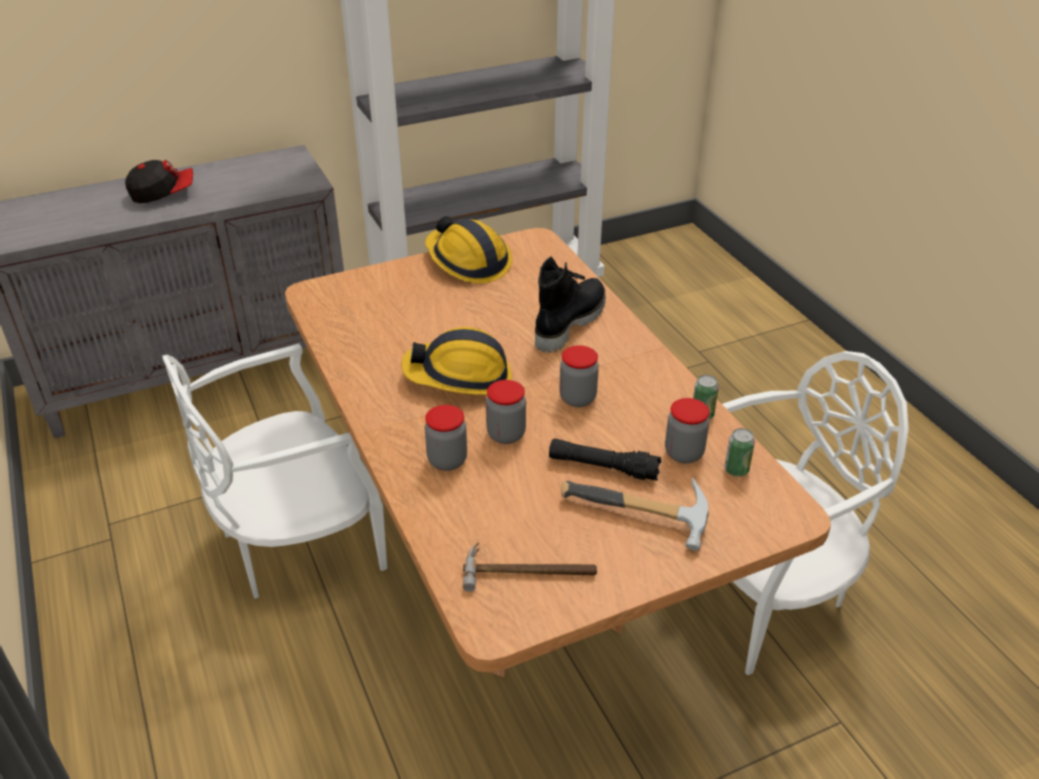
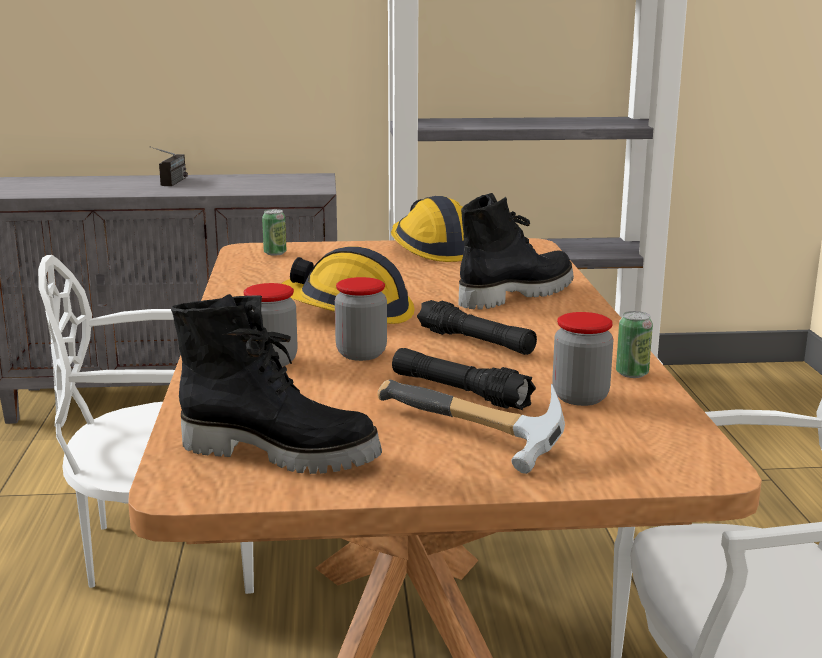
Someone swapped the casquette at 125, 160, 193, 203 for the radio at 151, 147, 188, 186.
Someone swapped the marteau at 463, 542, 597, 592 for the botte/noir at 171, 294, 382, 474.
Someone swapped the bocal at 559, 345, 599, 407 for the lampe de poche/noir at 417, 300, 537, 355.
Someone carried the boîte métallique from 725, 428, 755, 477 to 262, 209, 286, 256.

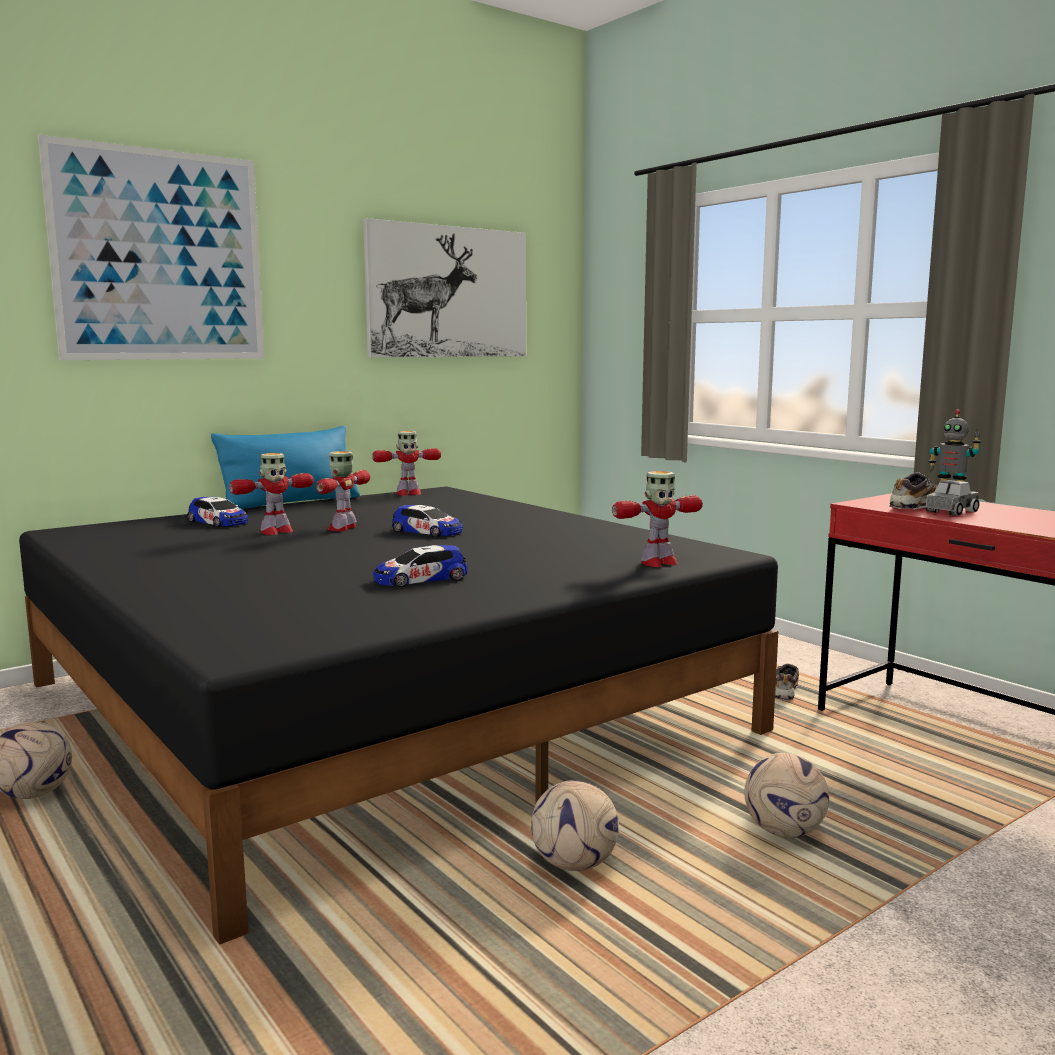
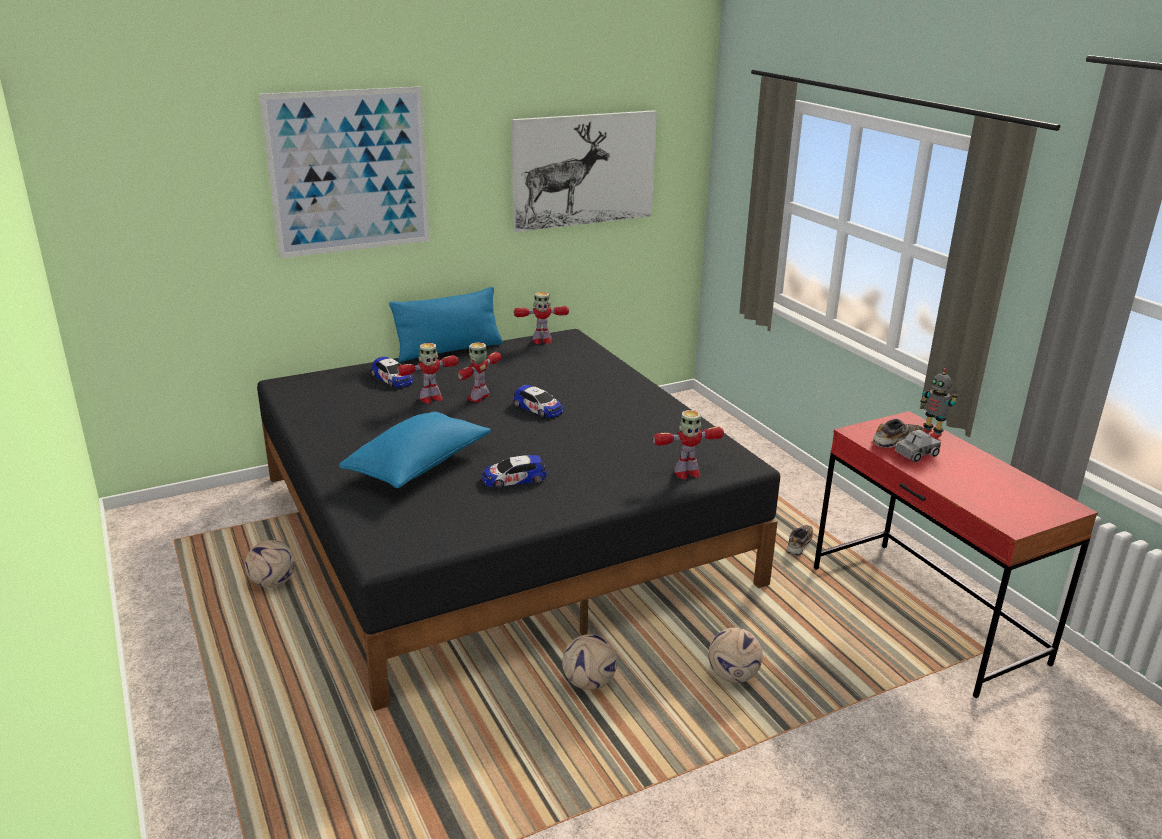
Someone put down the coussin/bleu at 339, 411, 491, 488.

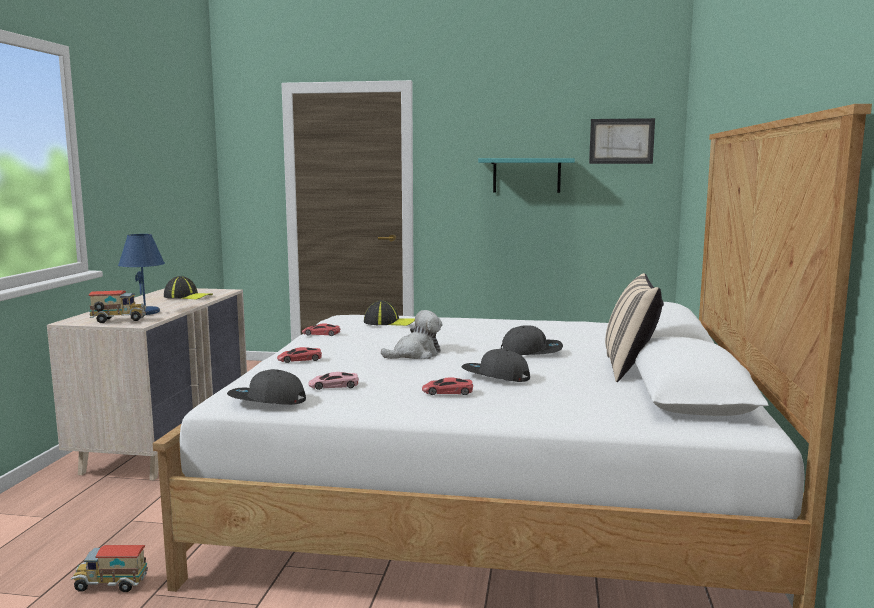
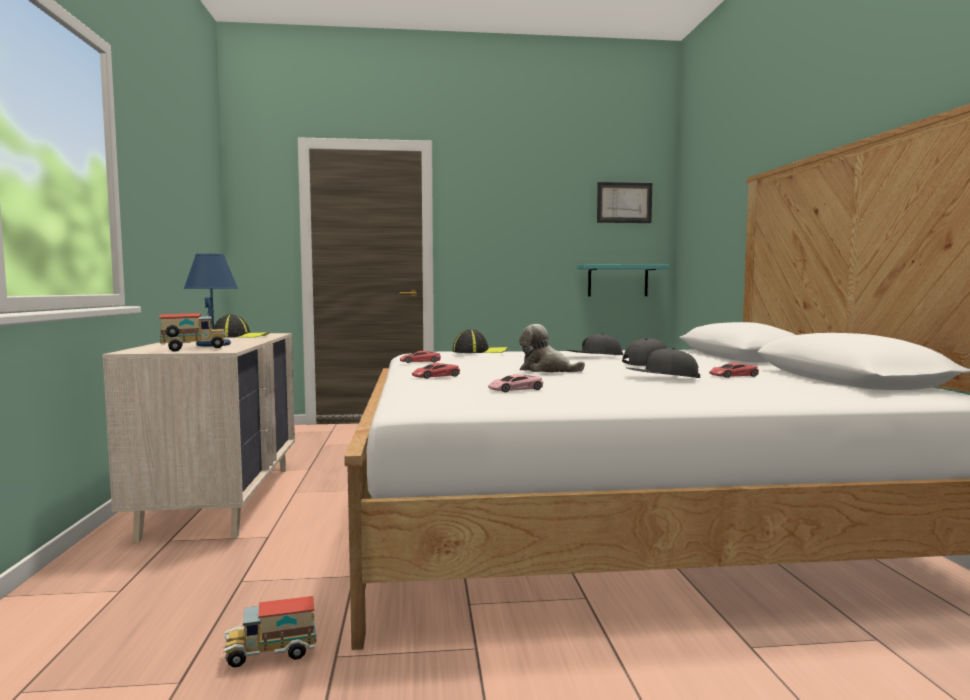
Someone carried the casquette/gris from 227, 369, 306, 405 to 567, 334, 623, 355.
Someone rotated the peluche at 381, 310, 442, 359 by 105 degrees counterclockwise.
Someone carried the petite voiture/rouge from 422, 378, 473, 395 to 709, 363, 759, 378.
Someone carried the étagère/turquoise from 478, 158, 575, 193 to 577, 264, 669, 296.
Someone took away the coussin/beige at 605, 273, 664, 382.

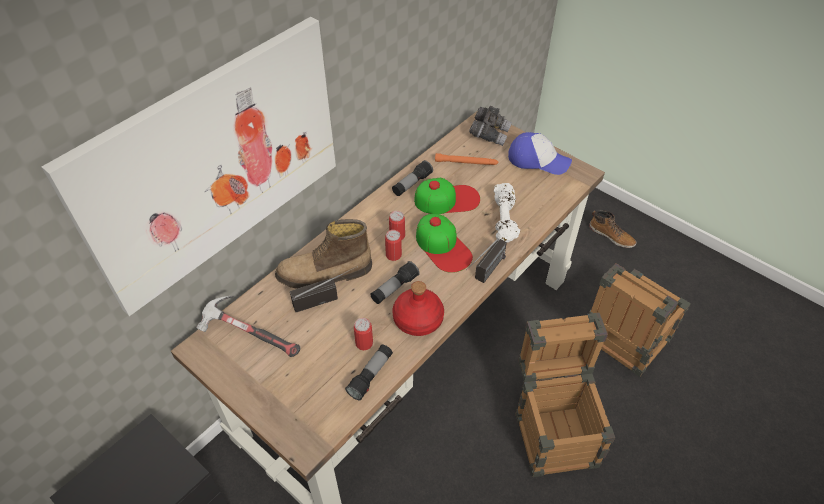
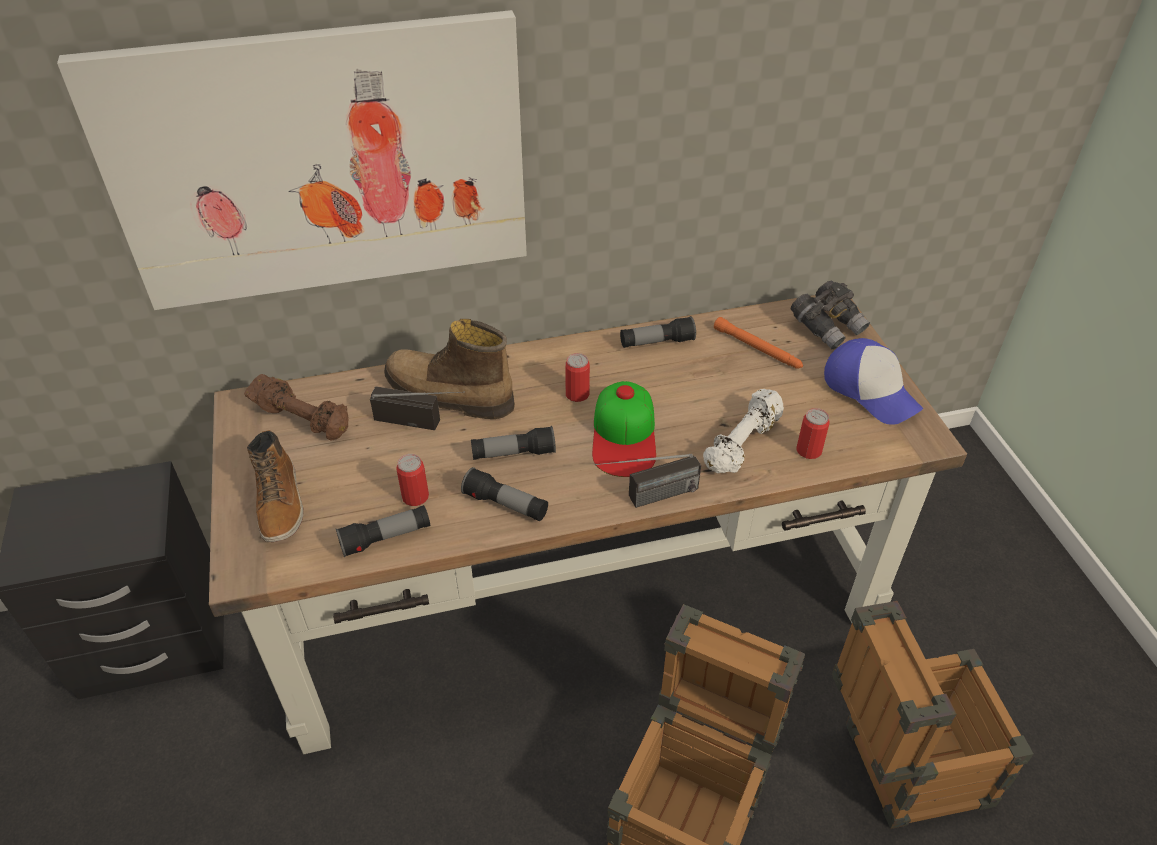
Someone swapped the marteau at 196, 296, 300, 357 for the haltère/marron at 244, 374, 348, 441.
Someone carried the boîte métallique from 385, 230, 402, 261 to 796, 408, 830, 459.
Someone swapped the bouteille/rouge at 393, 281, 444, 336 for the lampe de poche at 461, 467, 548, 521.
Someone took away the casquette at 414, 178, 480, 214.
Someone carried the botte from 589, 210, 637, 248 to 247, 430, 304, 542.

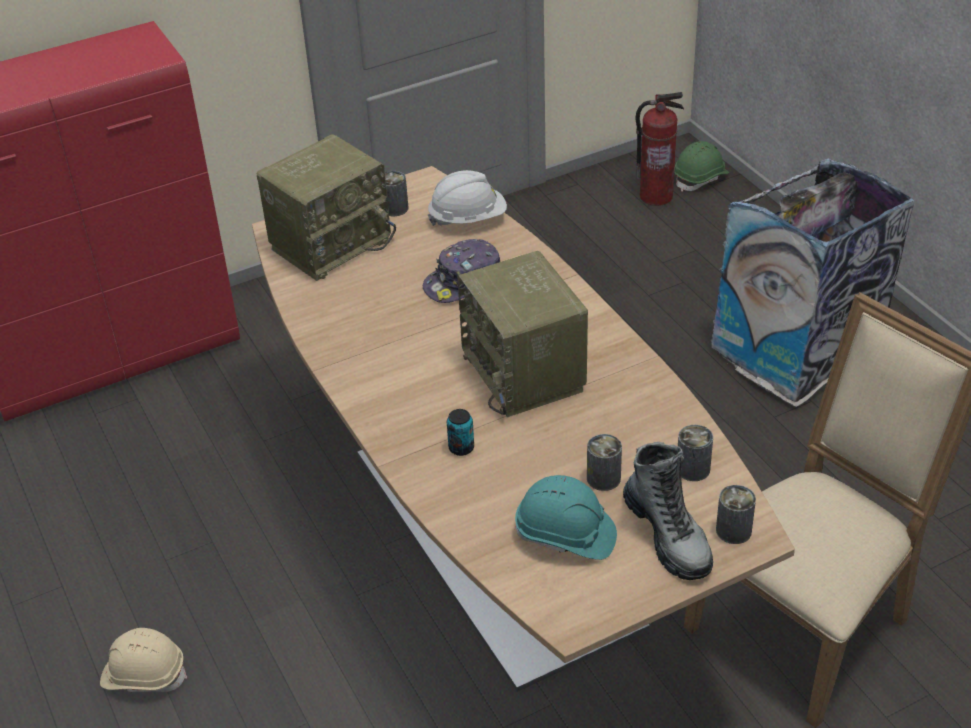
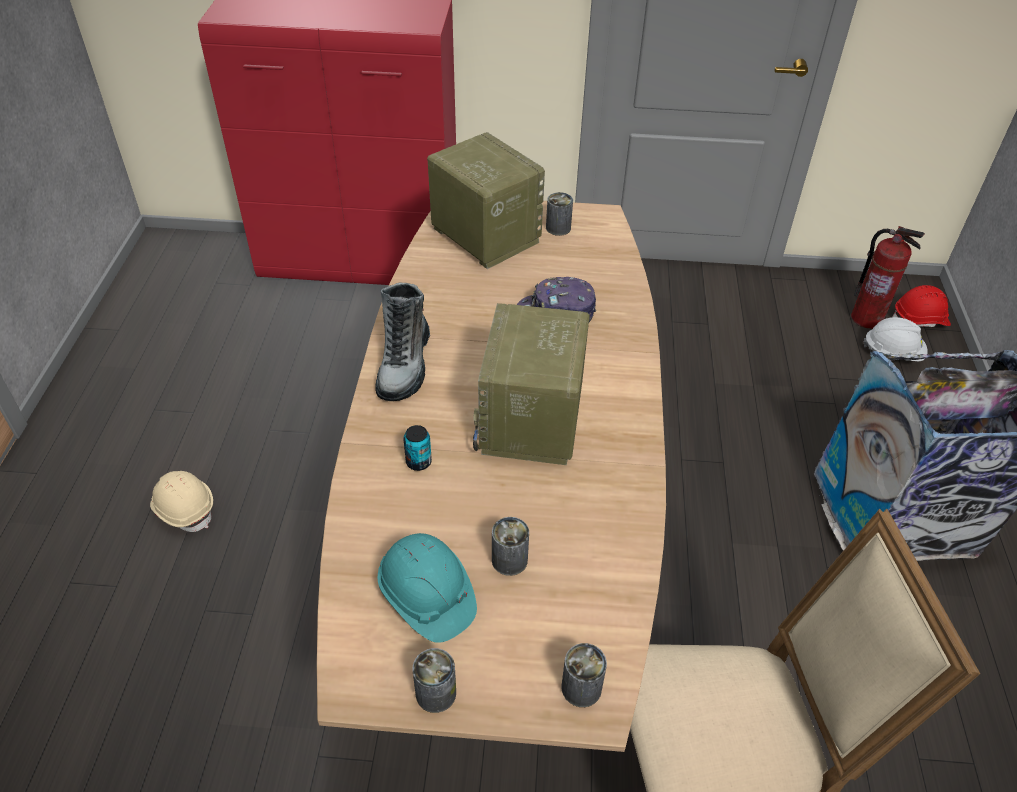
Someone rotated the radio at 257, 134, 396, 281 by 120 degrees counterclockwise.
Someone carried the casque de chantier/blanc from 428, 170, 507, 226 to 863, 317, 928, 361.
Someone carried the botte from 623, 442, 713, 580 to 375, 283, 430, 401.
Someone repainted the casque de chantier/vert at 674, 141, 729, 192, which became the casque de chantier/rouge at 893, 285, 951, 327.
Someone carried the boîte métallique from 678, 425, 713, 481 to 412, 648, 456, 713.

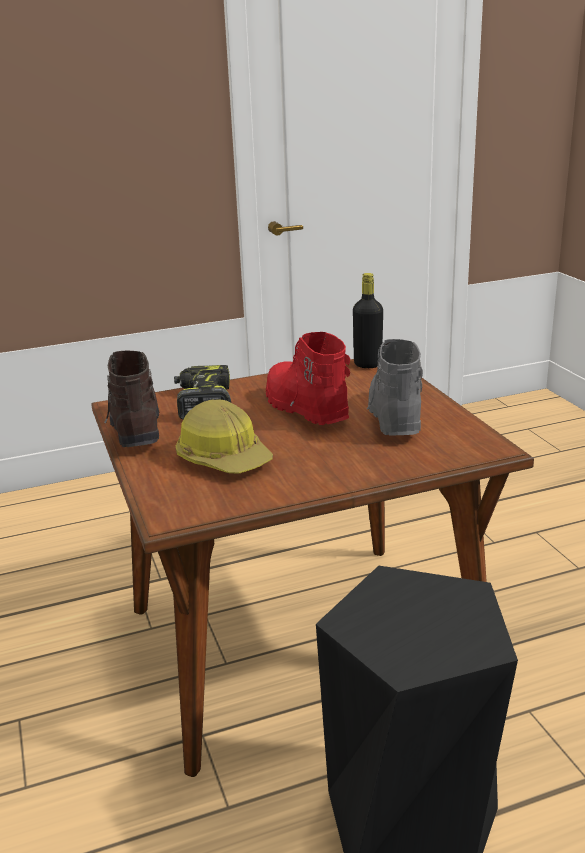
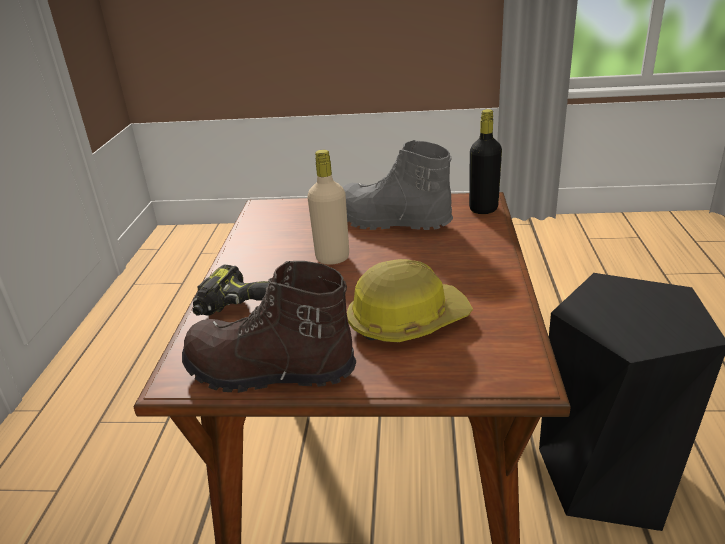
Someone swapped the botte/rouge at 266, 332, 350, 425 for the bouteille/beige at 307, 150, 349, 265.
Someone carried the bouteille/noir from 353, 273, 383, 368 to 469, 109, 502, 214.

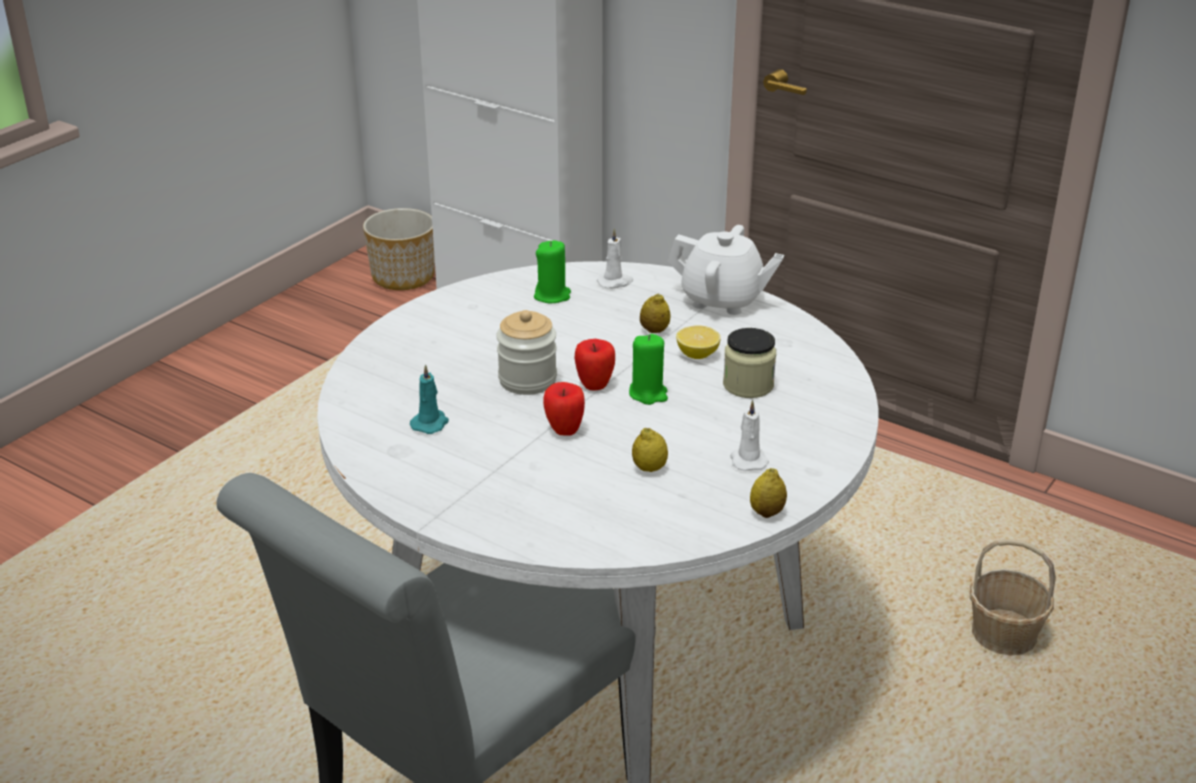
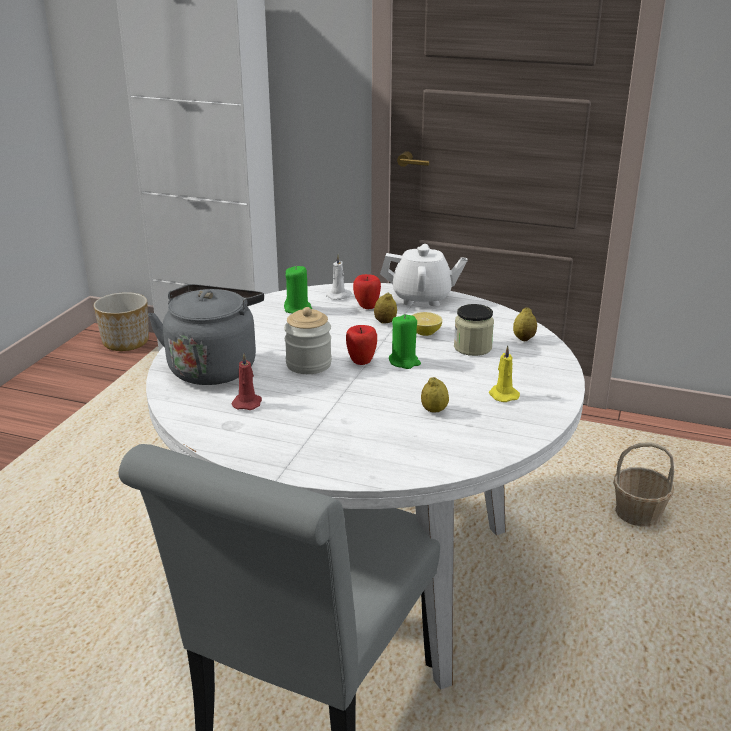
Someone repainted the bougie/turquoise at 410, 364, 449, 434, which became the bougie/rouge at 231, 354, 262, 410.
Someone carried the pomme from 543, 382, 585, 436 to 353, 274, 381, 309.
Someone repainted the bougie/blanc at 730, 400, 769, 471, which became the bougie/jaune at 489, 346, 520, 402.
Someone carried the citron from 750, 468, 787, 518 to 513, 308, 537, 341.
Someone put down the bouilloire/gris at 148, 284, 264, 385.

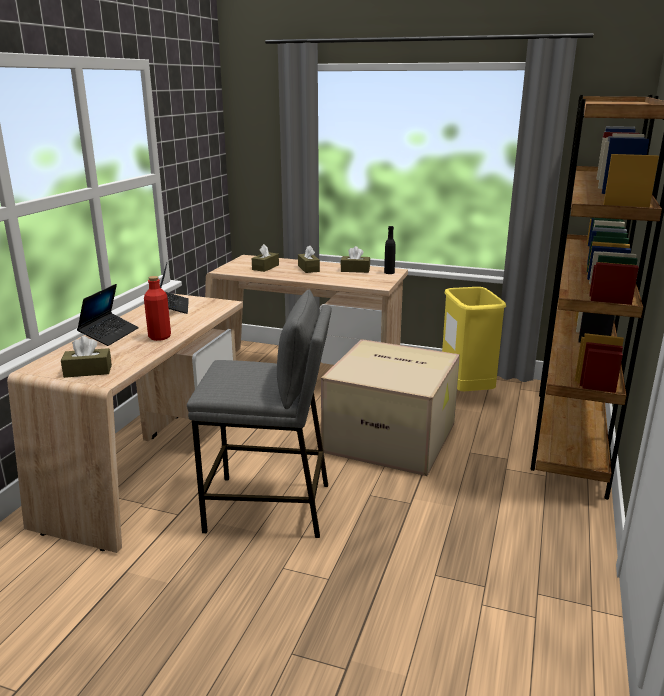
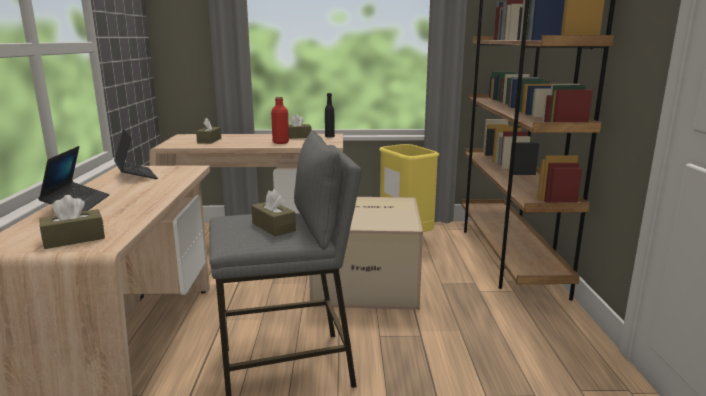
Someone carried the bouteille/rouge from 144, 276, 171, 341 to 271, 96, 289, 144.
Someone carried the boîte à mouchoirs/marron from 298, 245, 320, 273 to 251, 189, 296, 236.

